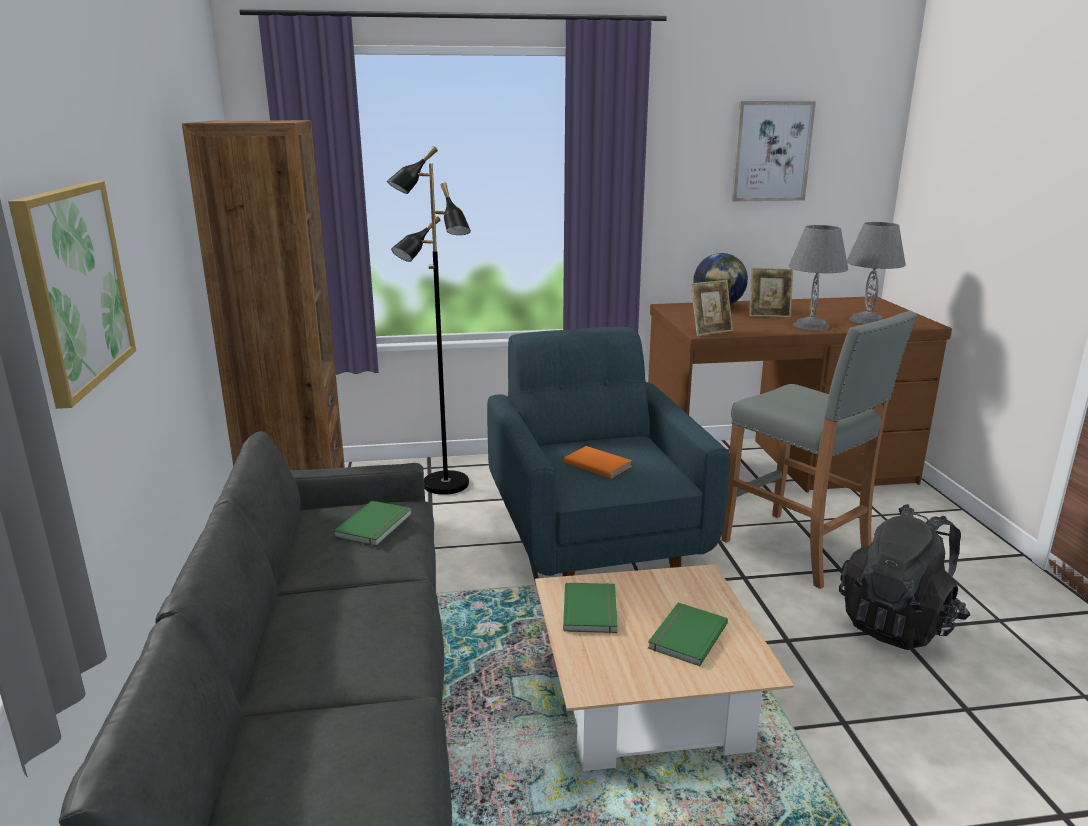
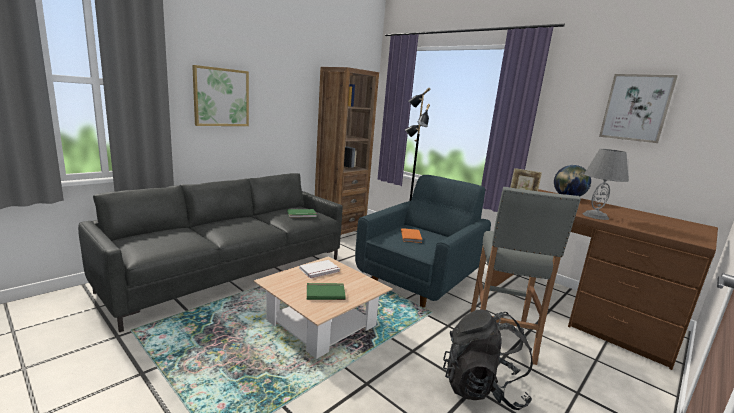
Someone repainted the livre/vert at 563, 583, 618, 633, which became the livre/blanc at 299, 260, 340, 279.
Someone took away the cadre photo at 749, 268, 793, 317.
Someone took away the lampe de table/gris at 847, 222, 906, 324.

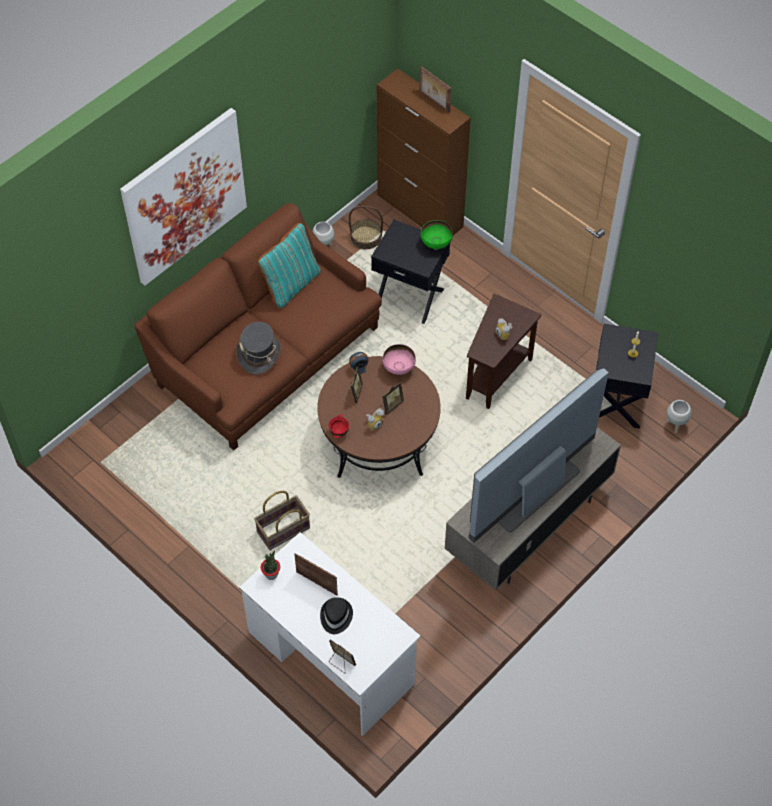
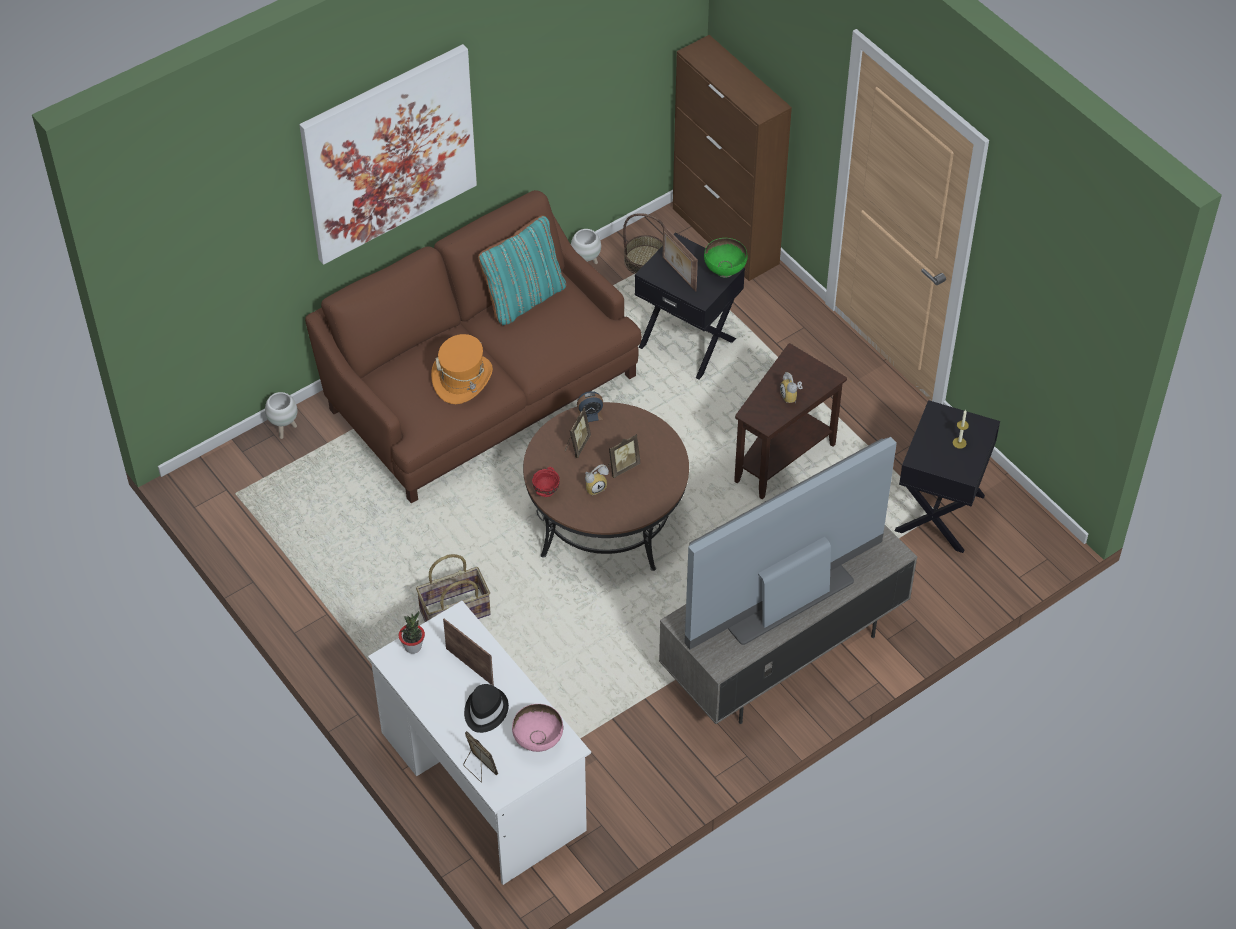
Someone repainted the chapeau/gris at 236, 322, 281, 375, which became the chapeau/orange at 431, 334, 493, 404.
Someone carried the bol/rose from 383, 344, 416, 375 to 512, 704, 563, 752.
Someone carried the cadre photo from 419, 66, 452, 113 to 663, 225, 698, 292.
Someone carried the cache-pot/blanc from 666, 400, 691, 433 to 265, 392, 297, 439.

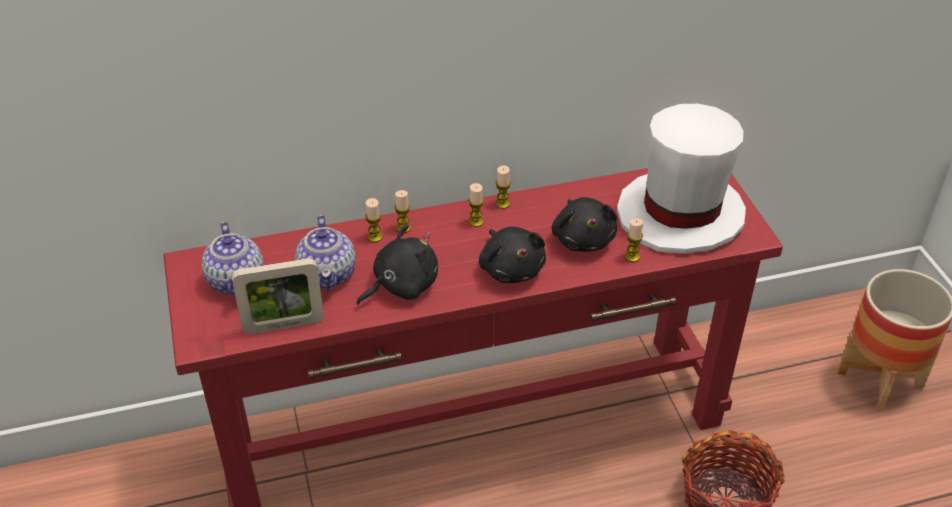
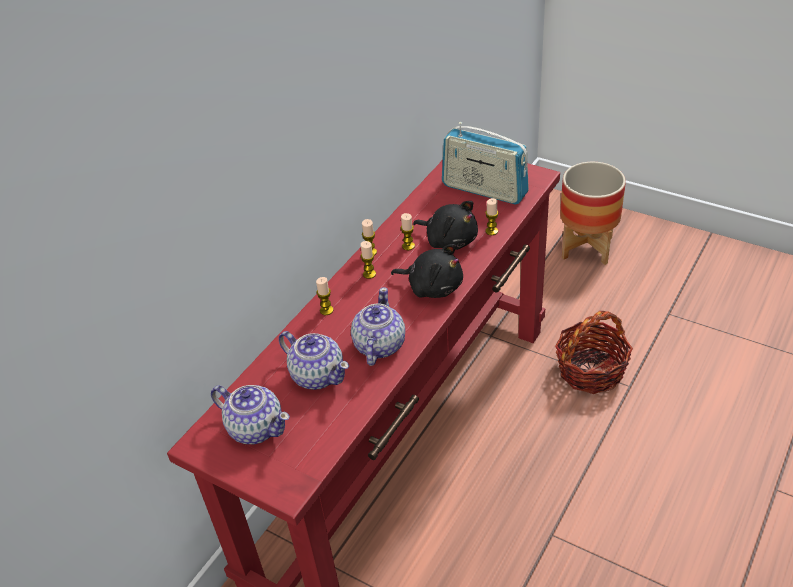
Someone took away the cadre photo at 232, 258, 324, 334.
Someone swapped the peluche/noir at 356, 224, 438, 305 for the théière at 351, 287, 405, 366.
Someone carried the bougie from 365, 198, 383, 242 to 401, 213, 415, 250.
Someone swapped the chapeau/blanc at 617, 104, 746, 254 for the radio at 442, 122, 529, 205.

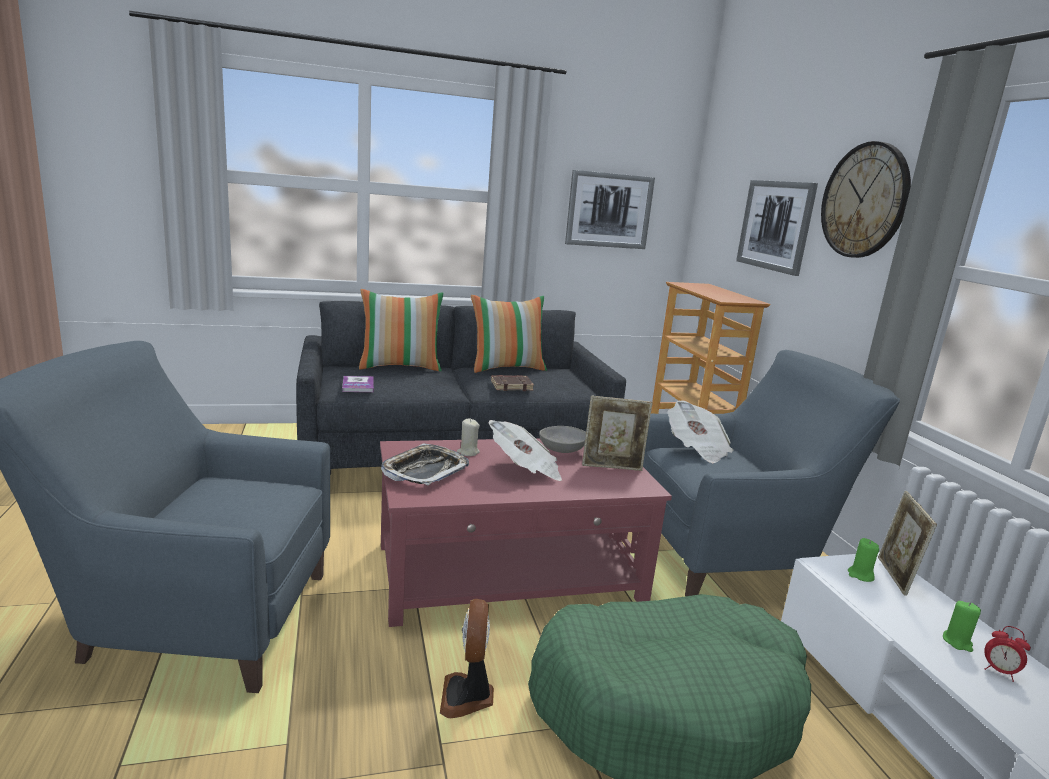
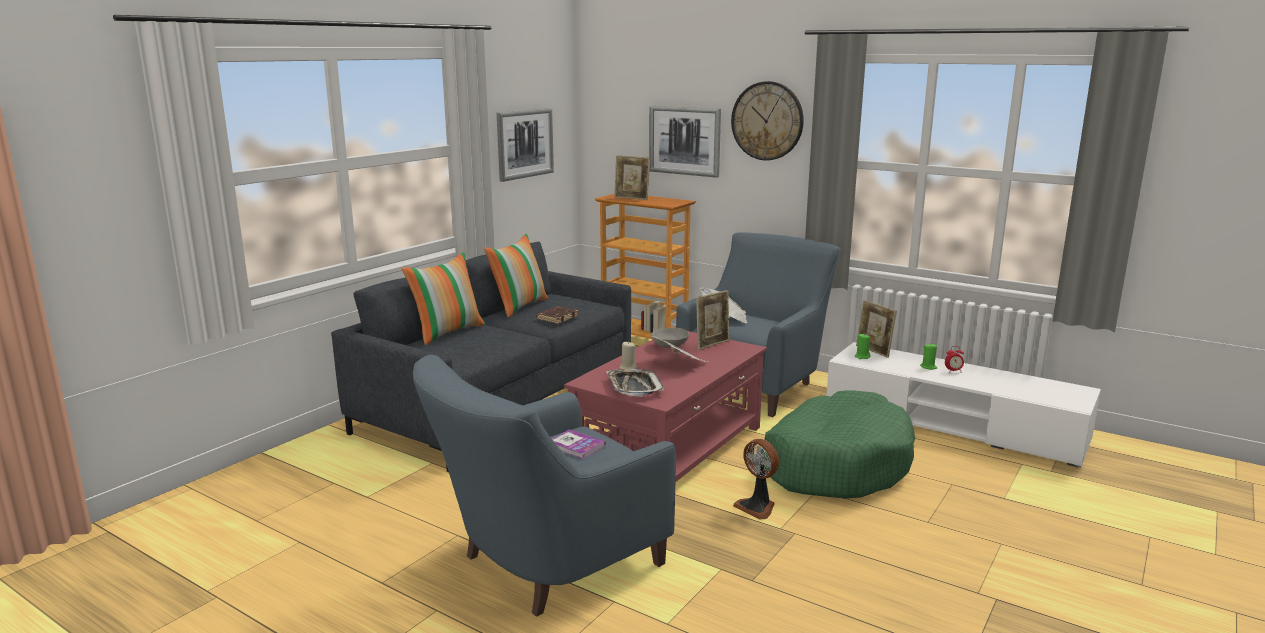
Someone carried the livre from 342, 376, 374, 392 to 552, 429, 606, 459.
Someone put down the cadre photo at 614, 155, 650, 200.

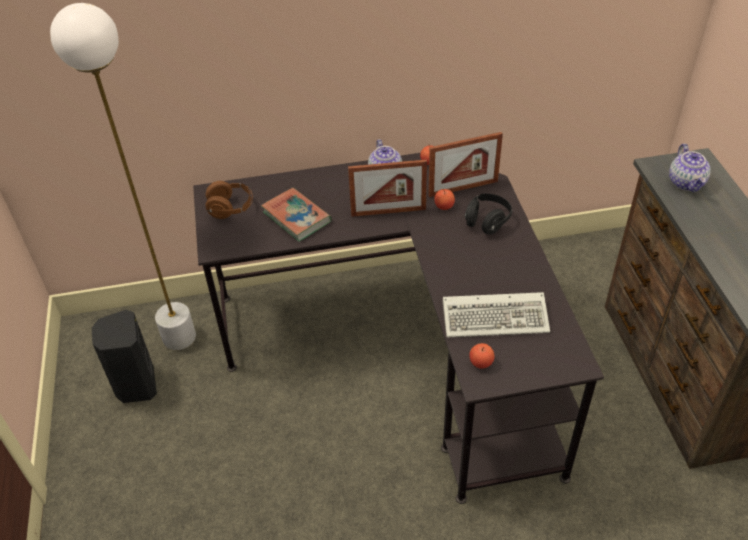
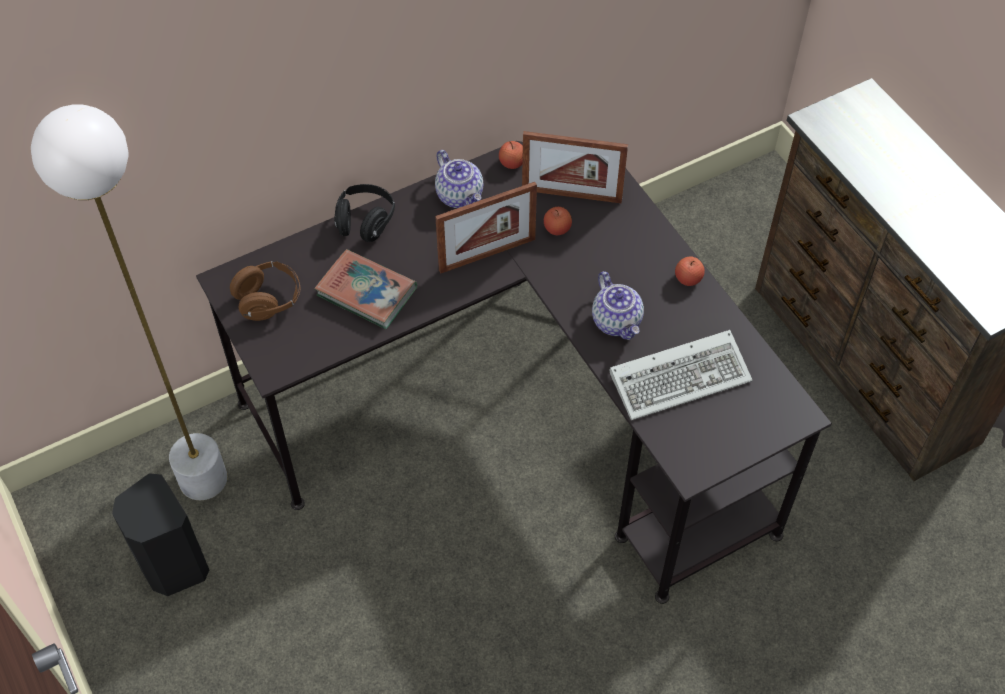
Someone rotated the cadre photo at 428, 132, 503, 197 by 45 degrees clockwise.
Someone carried the casque audio/noir from 465, 194, 513, 235 to 334, 184, 395, 242.
Someone carried the pomme from 469, 343, 494, 369 to 675, 256, 705, 286.
Someone carried the théière from 669, 144, 711, 192 to 592, 271, 644, 340.

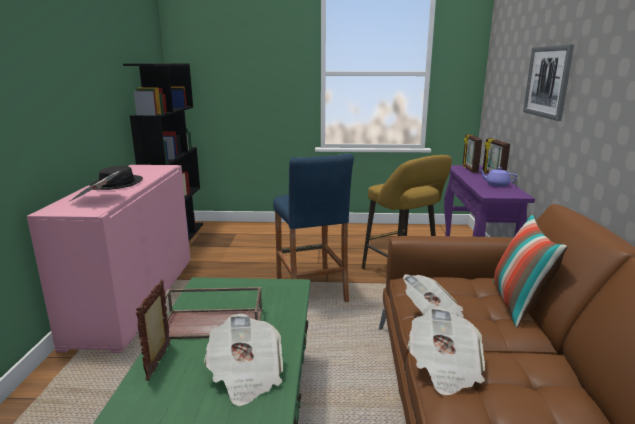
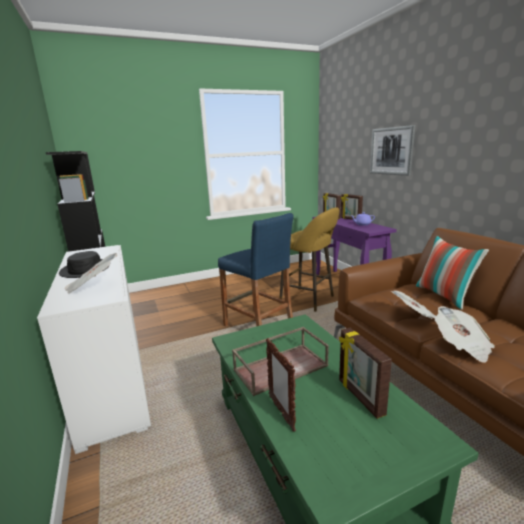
Someone repainted the meuble de rangement/rose at 27, 165, 191, 353, which became the meuble de rangement/blanc at 37, 245, 151, 454.
Someone swapped the journal at 204, 314, 283, 406 for the cadre photo at 339, 328, 392, 419.

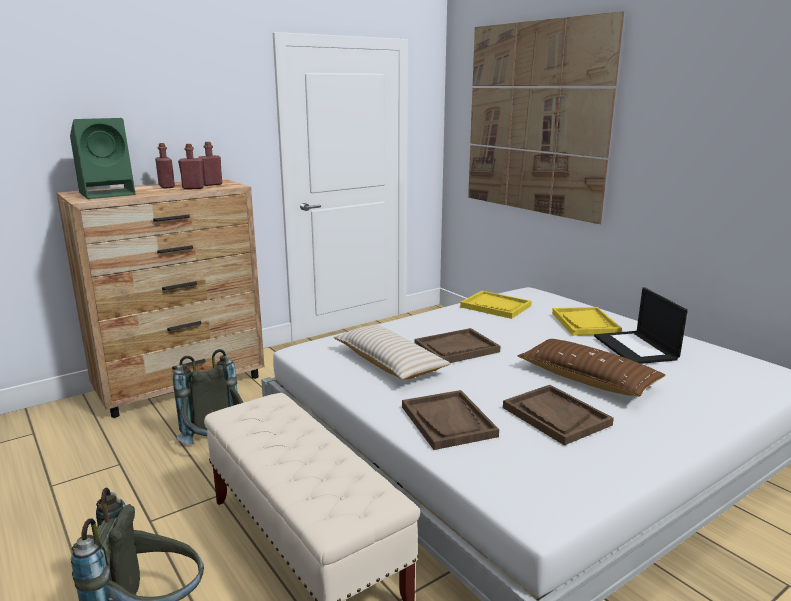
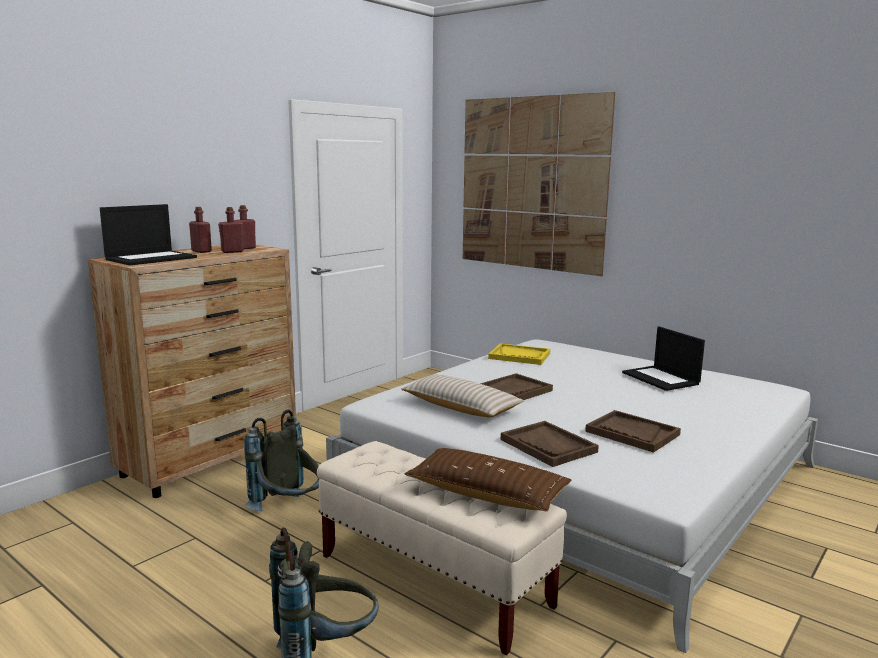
Someone swapped the enceinte/vert at 70, 118, 136, 199 for the ordinateur portable at 100, 204, 197, 265.
Someone carried the coussin/marron from 518, 339, 665, 397 to 404, 448, 572, 511.
Someone took away the plateau/jaune at 552, 307, 622, 336.

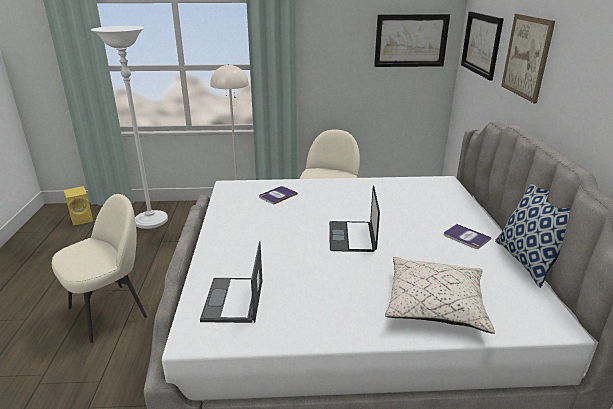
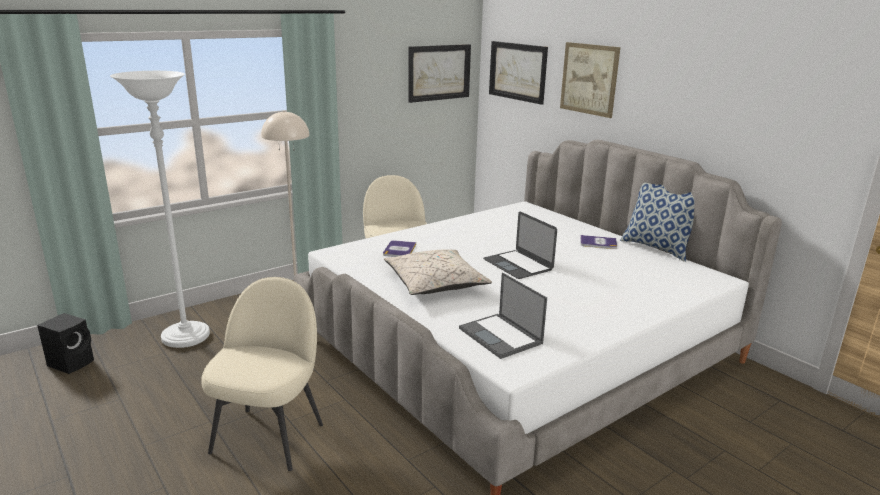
Someone repainted the enceinte/jaune at 64, 186, 93, 226, which became the enceinte/noir at 37, 313, 94, 374.
Someone carried the coussin/beige from 385, 257, 495, 334 to 384, 249, 492, 295.

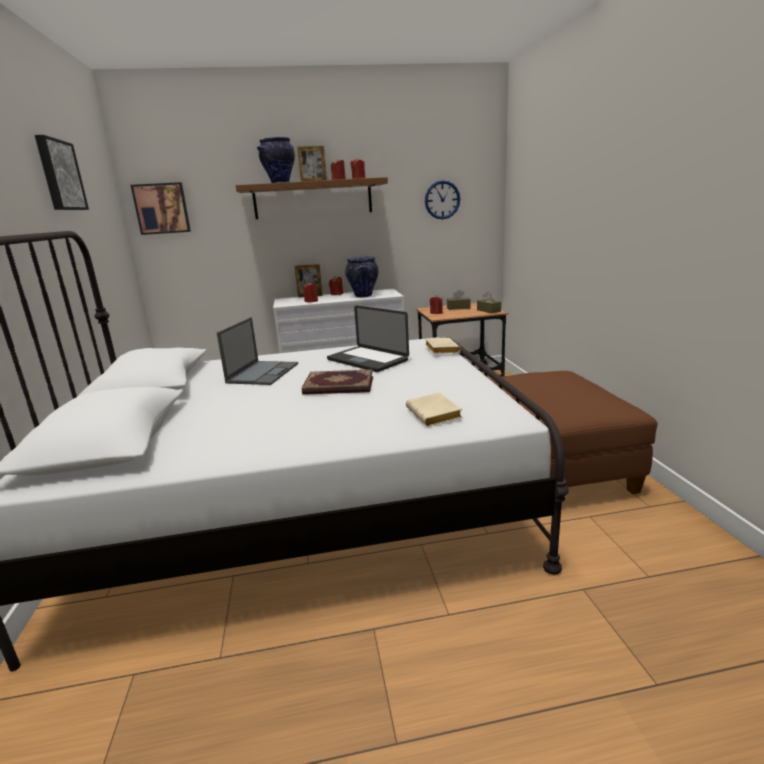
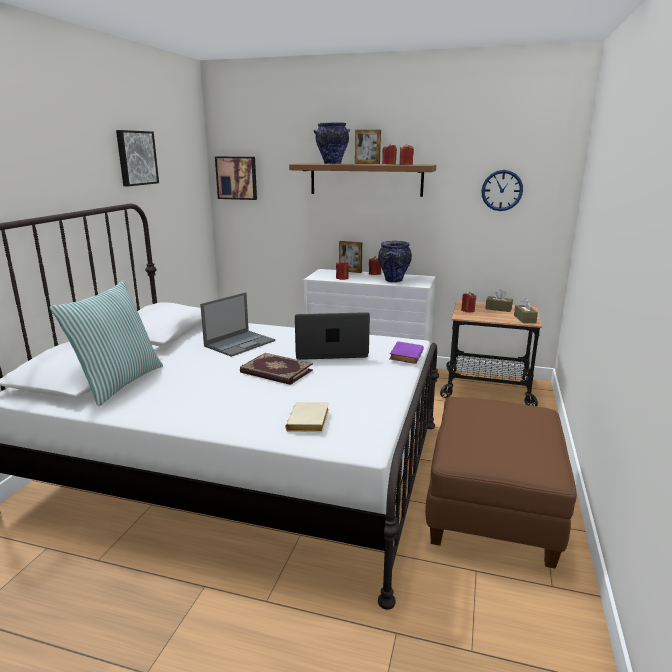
Someone rotated the ordinateur portable at 327, 305, 409, 372 by 105 degrees clockwise.
Someone repainted the livre/beige at 425, 338, 461, 354, which became the livre/violet at 389, 341, 424, 364.
Someone put down the coussin at 50, 280, 163, 407.

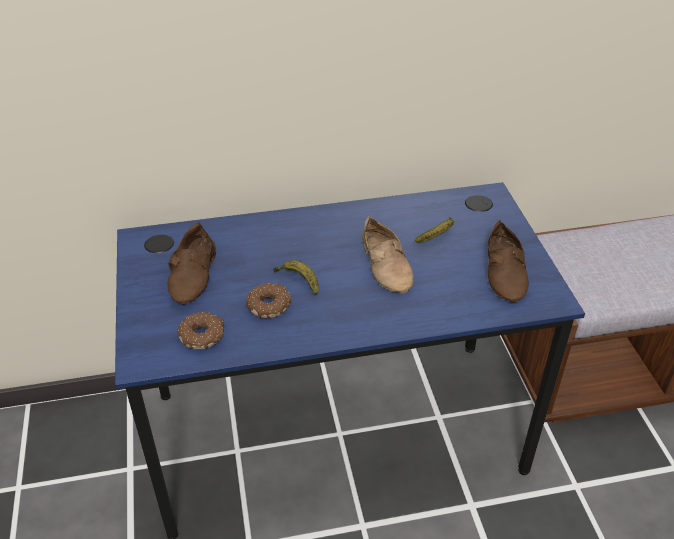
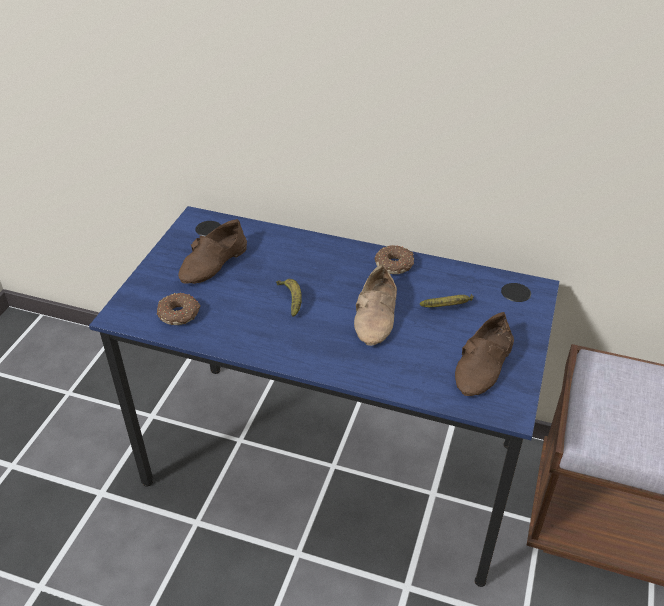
Someone carried the beignet from 246, 283, 292, 318 to 375, 245, 414, 274.

